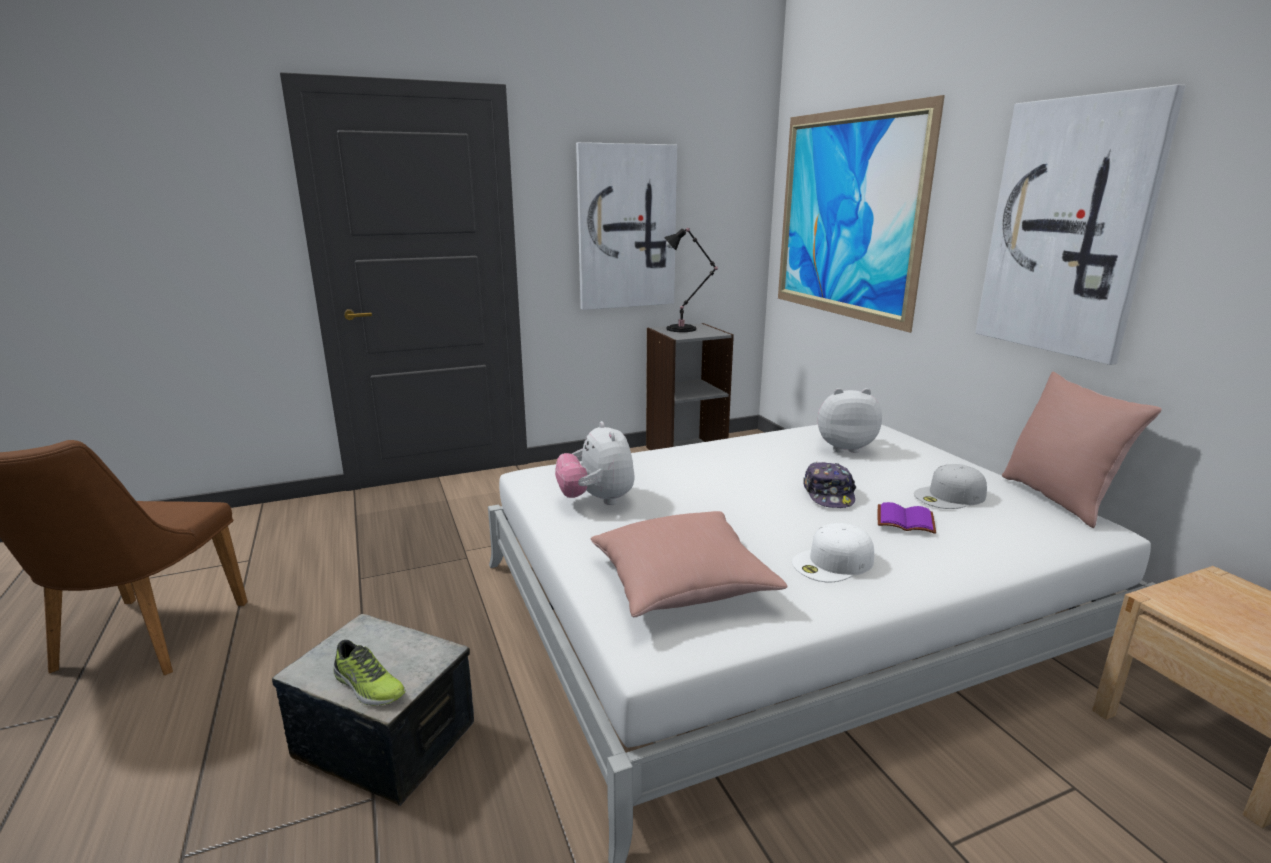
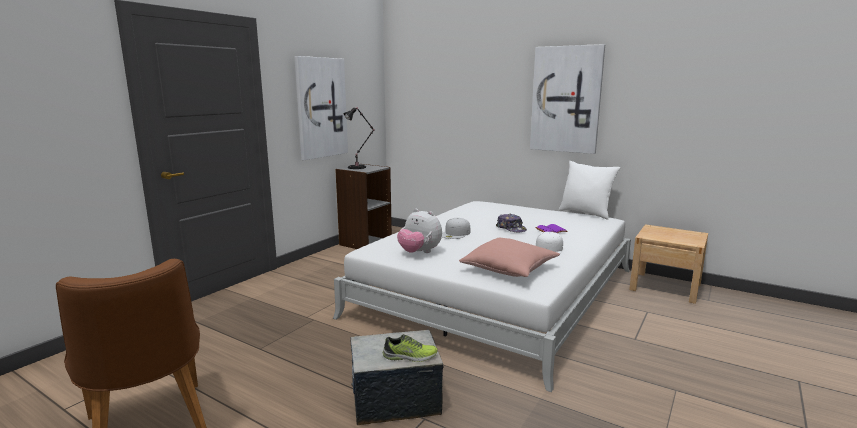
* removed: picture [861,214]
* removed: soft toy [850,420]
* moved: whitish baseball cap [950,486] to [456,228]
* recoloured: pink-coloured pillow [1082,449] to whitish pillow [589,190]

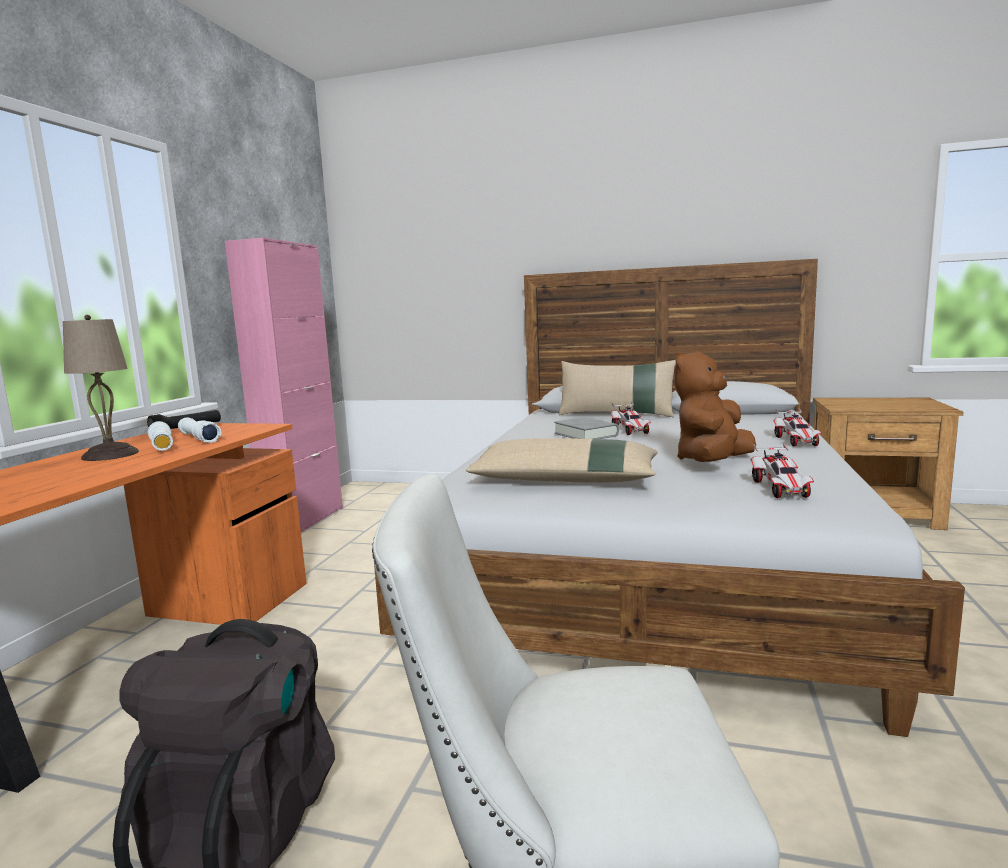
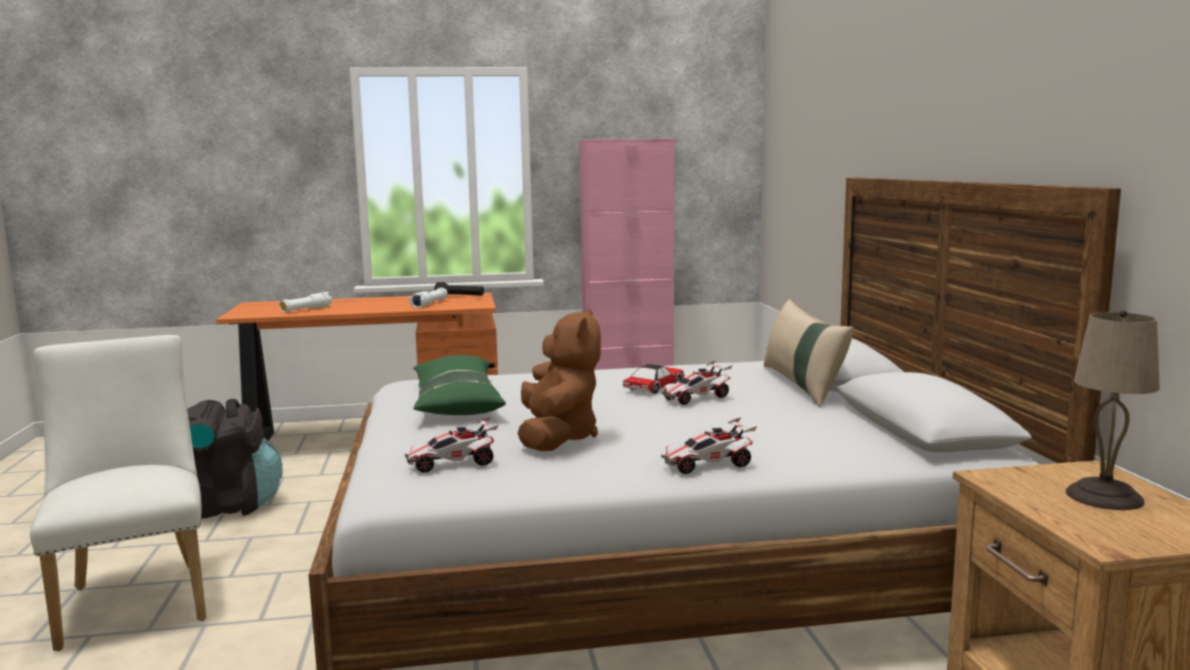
* moved: beige lamp for a table [101,388] to [1113,410]
* moved: whitish flashlight [160,436] to [305,302]
* replaced: grey bound book [586,428] to miniature car [654,379]
* recoloured: beige pillow [561,460] to greenish pillow [459,385]
* turned: brownish soft toy [715,406] = [559,379] 75 degrees clockwise

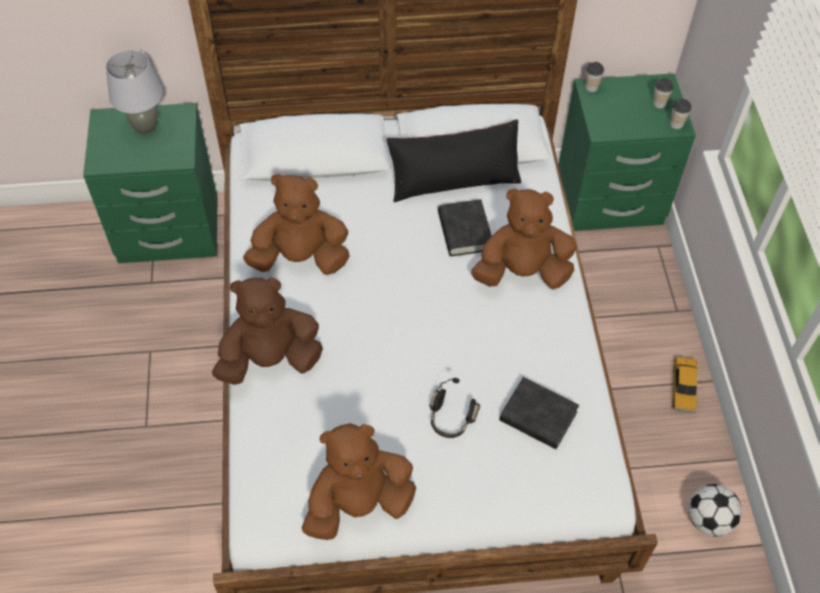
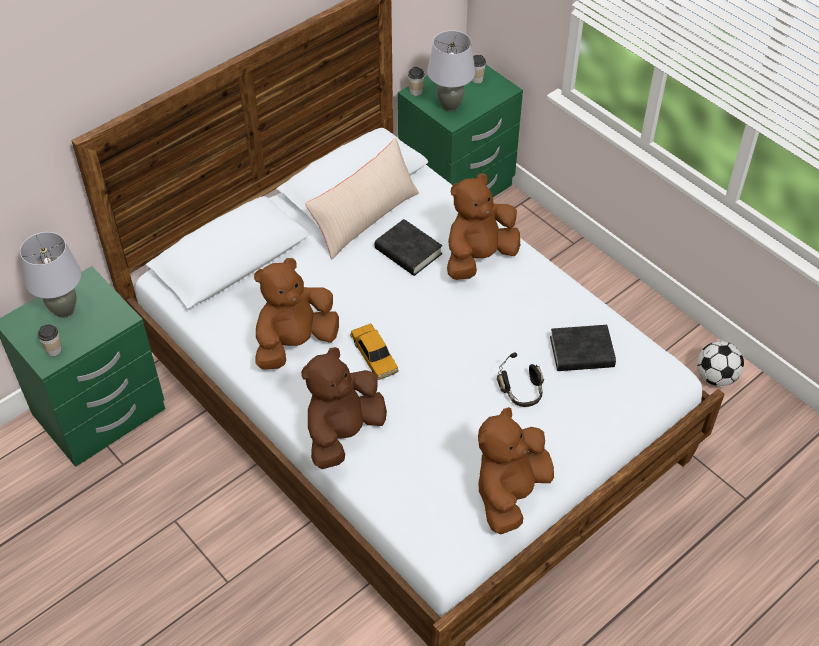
* added: grey lamp for a table [451,70]
* moved: drinking cup [681,114] to [50,340]
* moved: miniature car [684,385] to [374,351]
* recoloured: black-coloured pillow [454,160] to beige pillow [362,199]

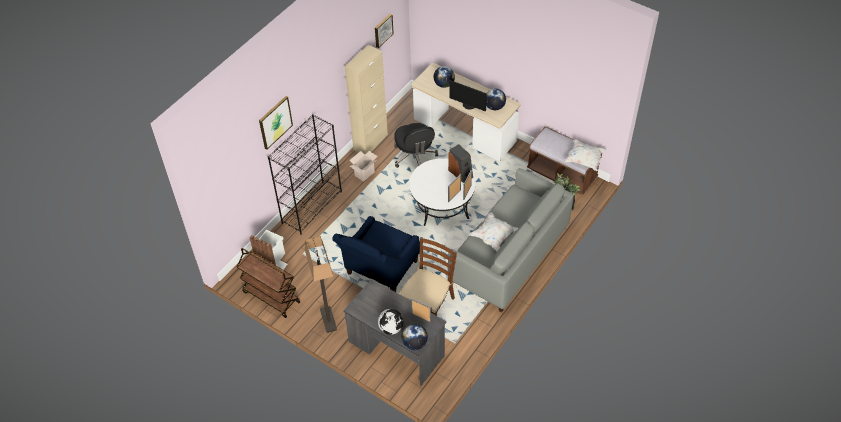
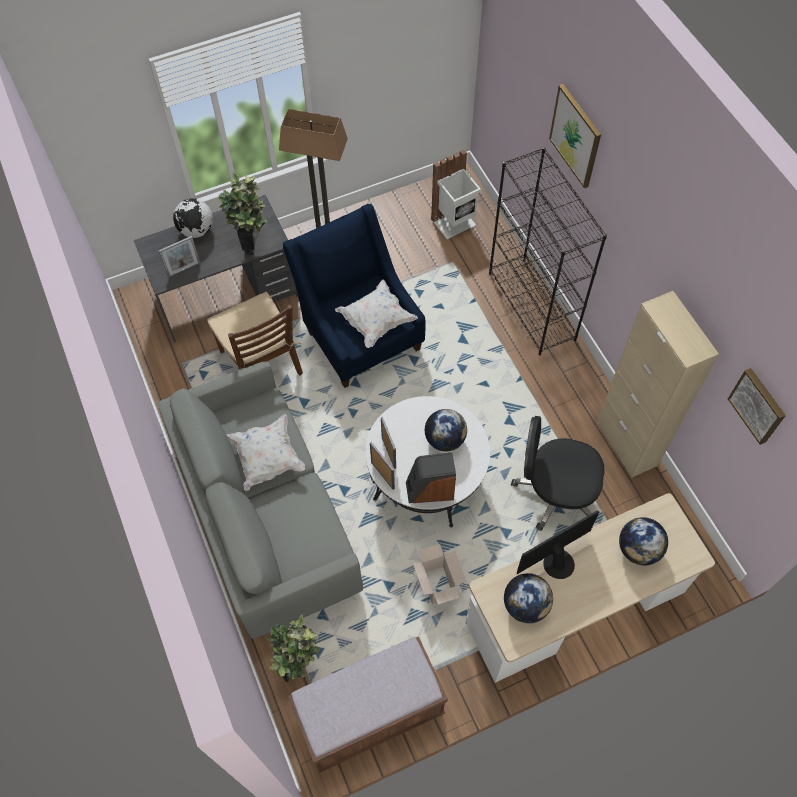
* removed: brownish trolley [268,283]
* added: potted plant [242,213]
* moved: carton [363,166] to [440,574]
* moved: globe [414,337] to [446,430]
* moved: whitish pillow [585,155] to [376,313]

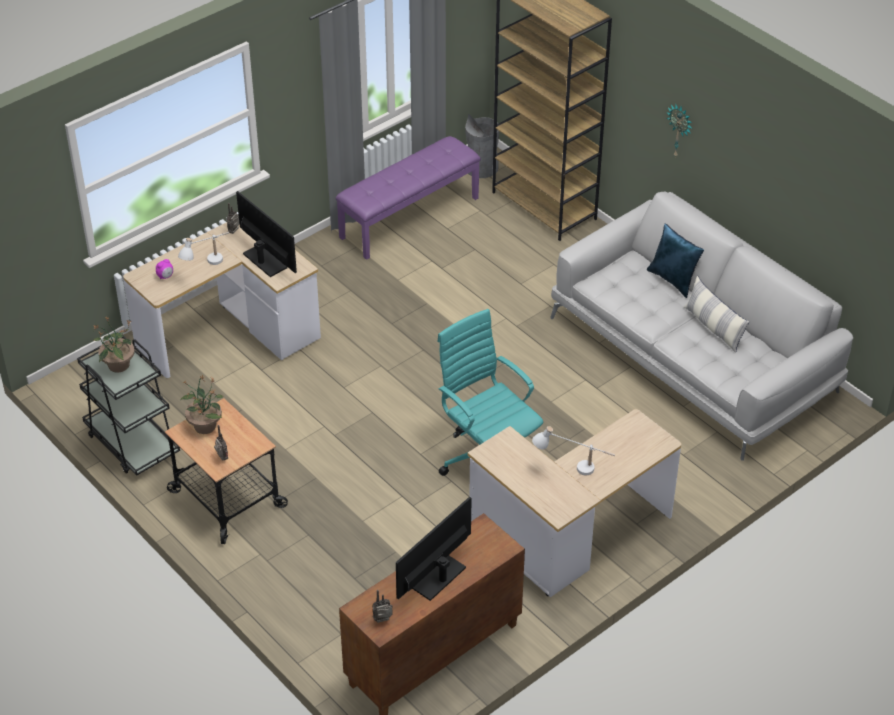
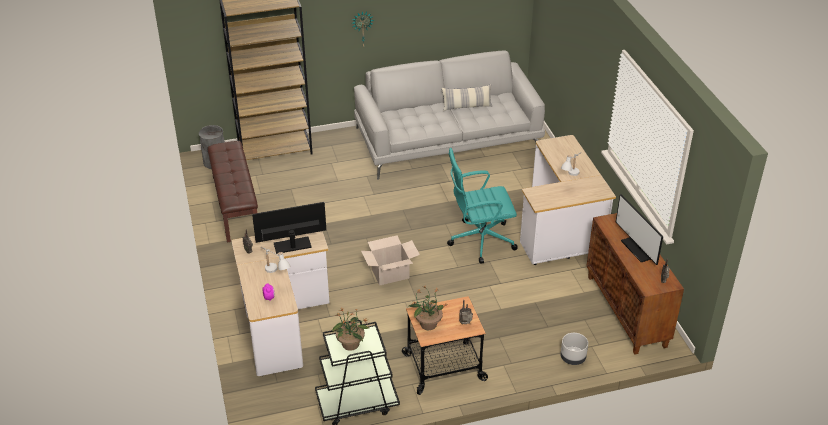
* removed: blue pillow [675,260]
* added: carton [390,260]
* added: grey plant pot [574,349]
* recoloured: purple indoor bench [408,198] to brownish indoor bench [232,192]

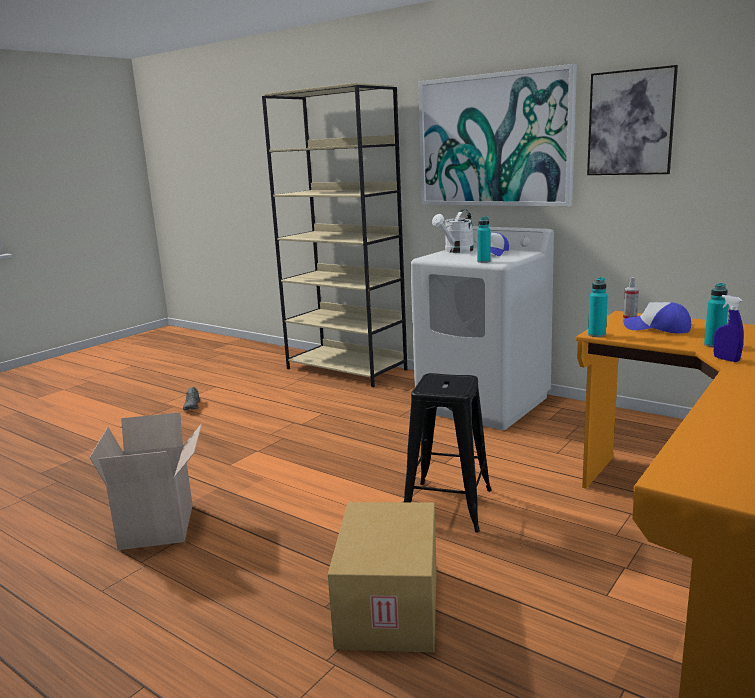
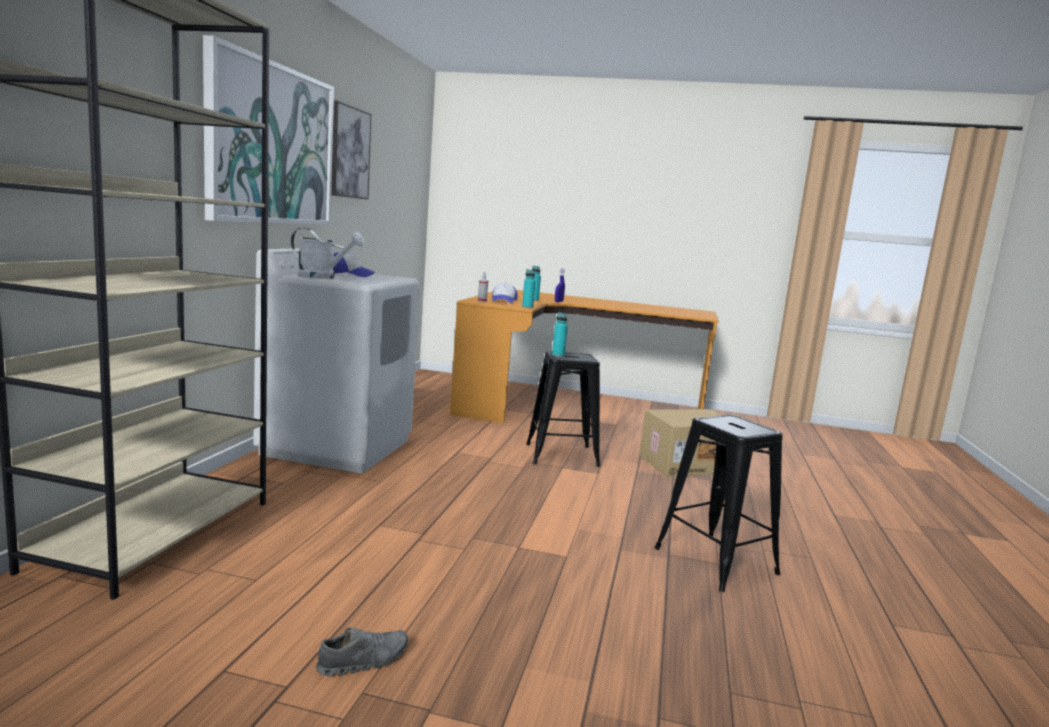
* moved: turquoise beverage bottle [484,239] to [560,334]
* replaced: carton [145,481] to black-coloured sitting stool [718,503]

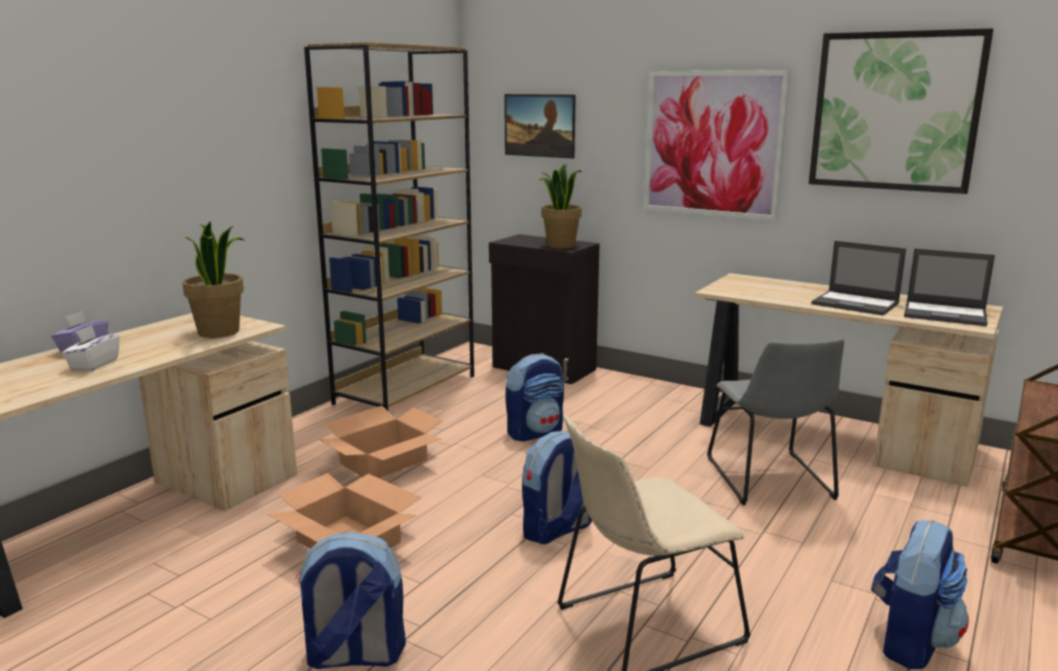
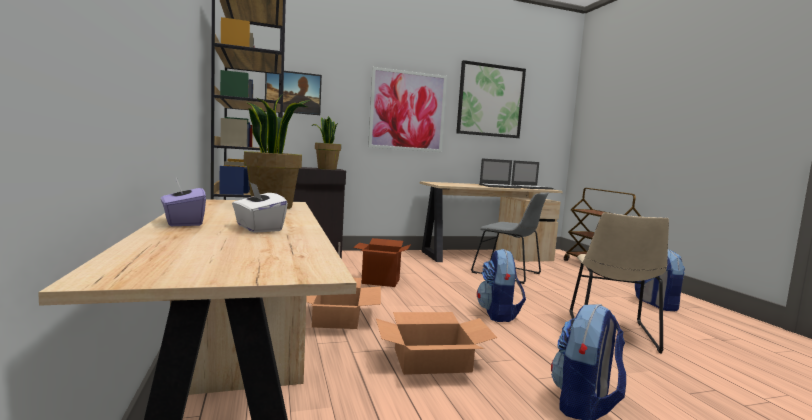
* replaced: backpack [534,397] to carton [382,262]

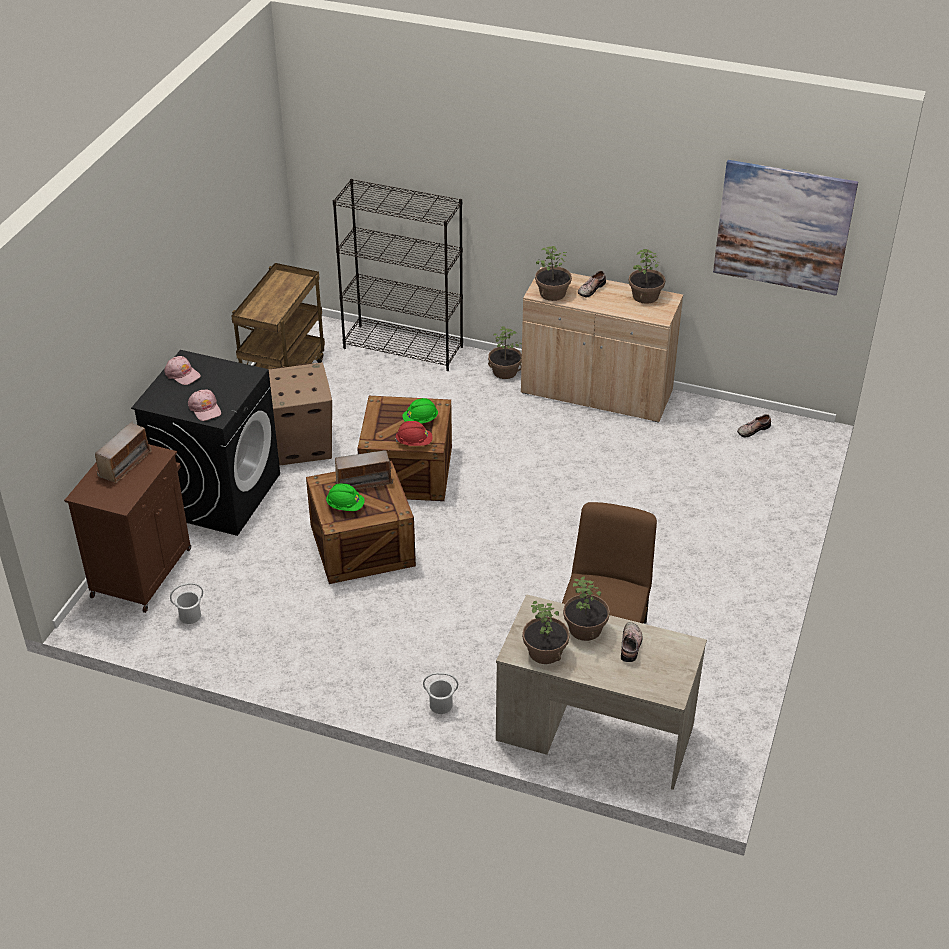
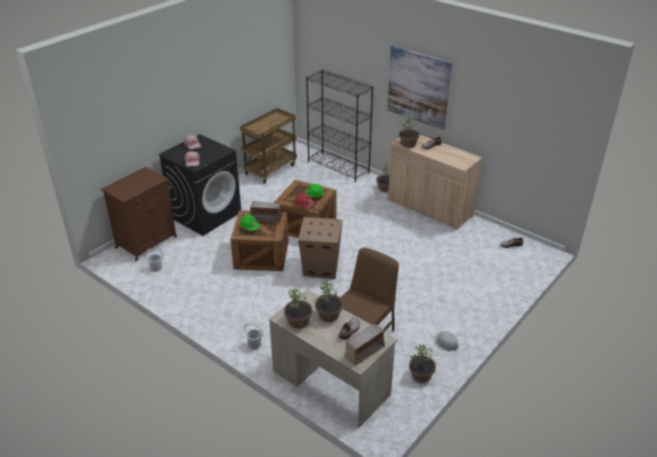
* added: whitish work helmet [446,341]
* moved: radio set [123,453] to [364,345]
* moved: carton [300,413] to [320,248]
* moved: potted plant [647,276] to [422,363]
* moved: picture [785,228] to [419,88]

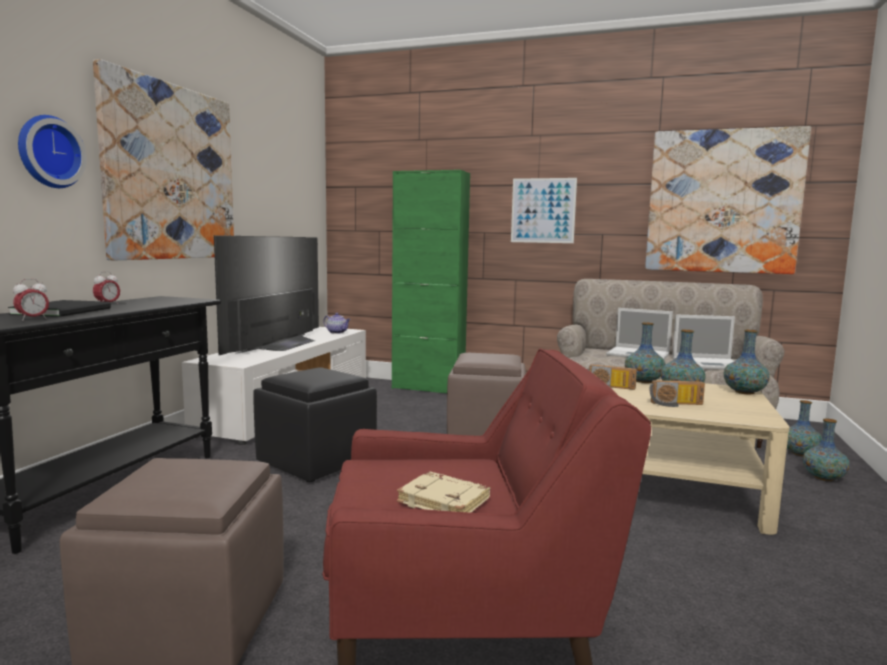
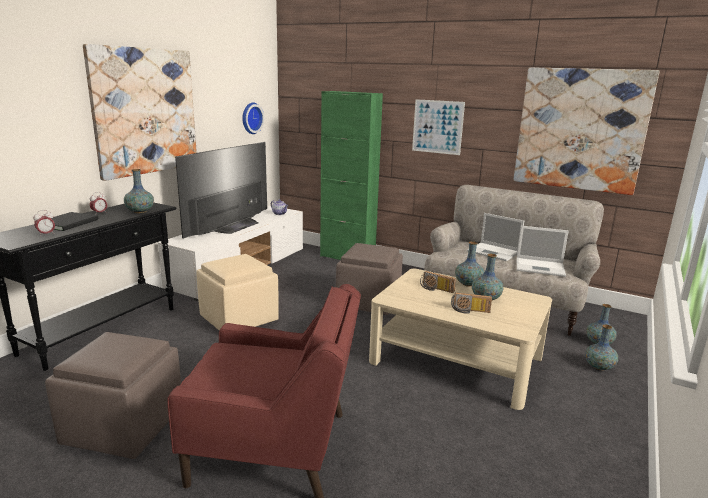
* removed: beige bound book [443,492]
* moved: hanging clock [52,151] to [253,118]
* moved: flower vase [747,362] to [139,191]
* recoloured: black-coloured ottoman [315,424] to beige ottoman [237,292]

